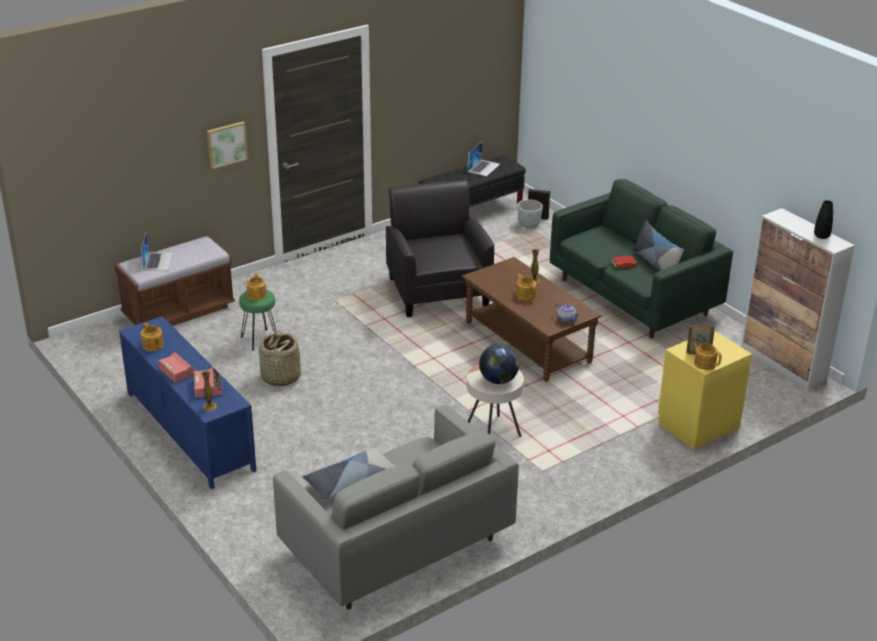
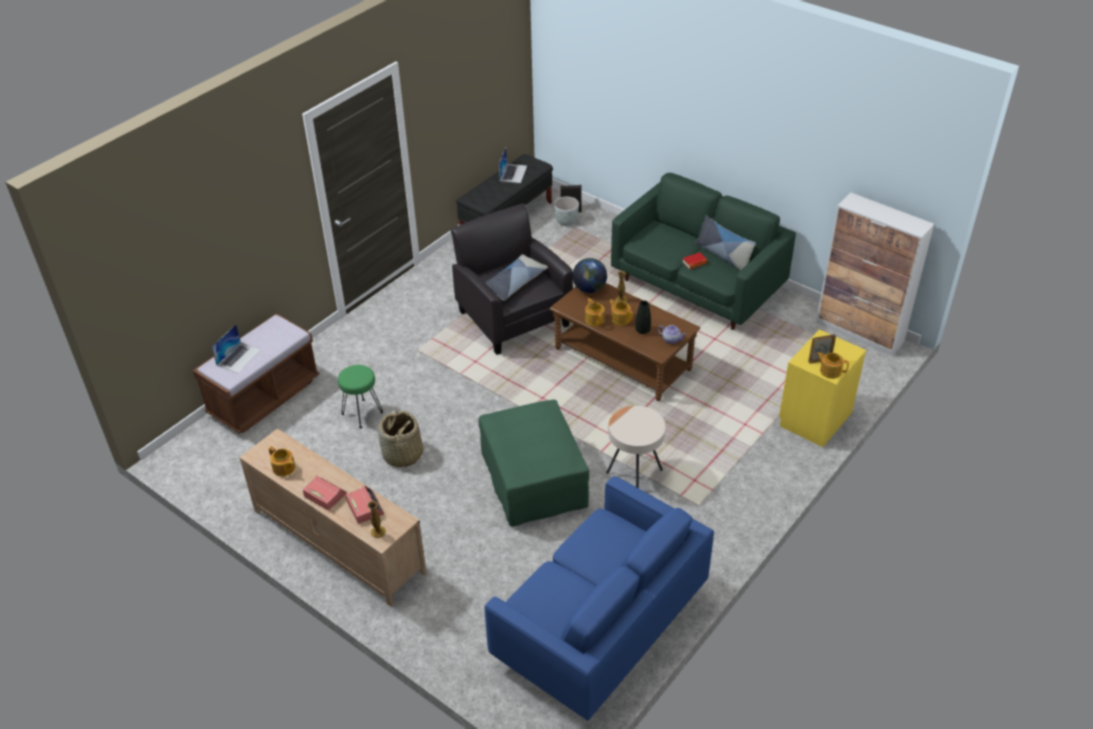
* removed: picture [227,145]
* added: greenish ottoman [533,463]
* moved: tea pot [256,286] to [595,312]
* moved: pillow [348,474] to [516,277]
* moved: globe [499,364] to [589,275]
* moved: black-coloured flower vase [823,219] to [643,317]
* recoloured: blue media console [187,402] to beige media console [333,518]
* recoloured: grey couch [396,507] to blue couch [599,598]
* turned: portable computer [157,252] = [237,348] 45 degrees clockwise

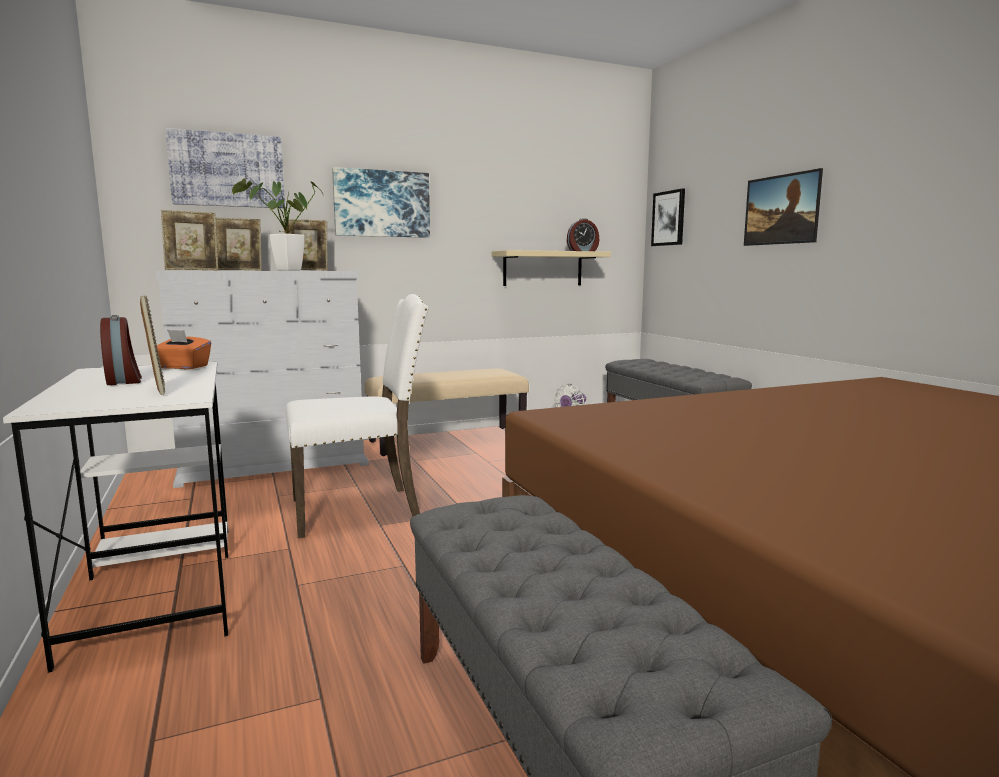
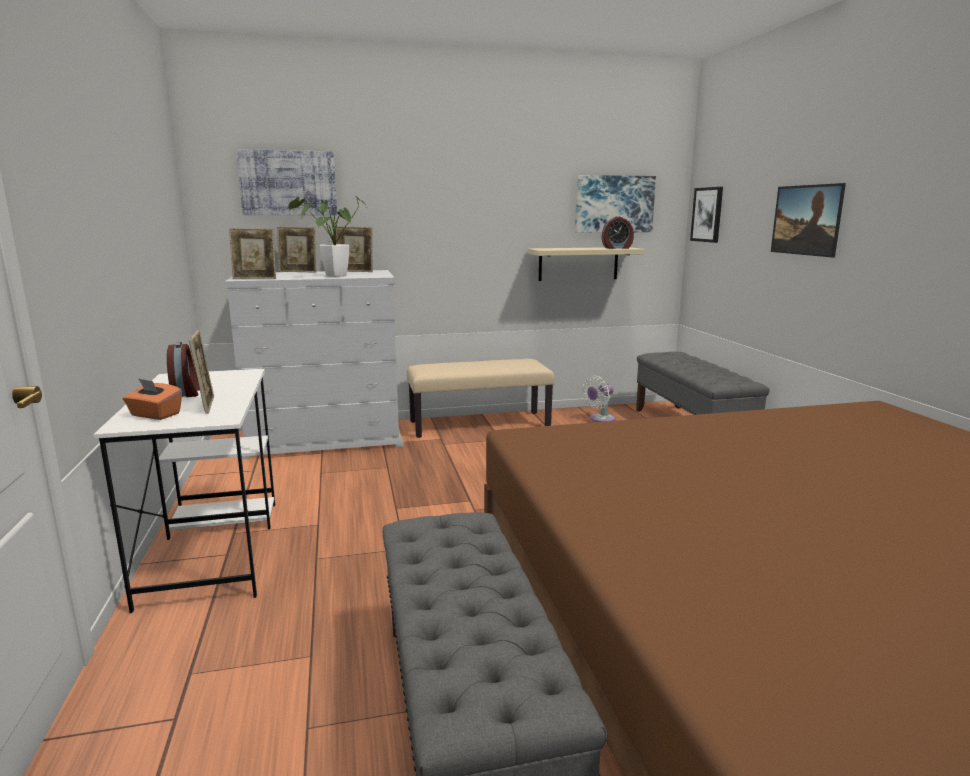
* removed: whitish upright chair [357,416]
* moved: orangey tissue box [184,349] to [152,399]
* moved: picture [381,202] to [615,204]

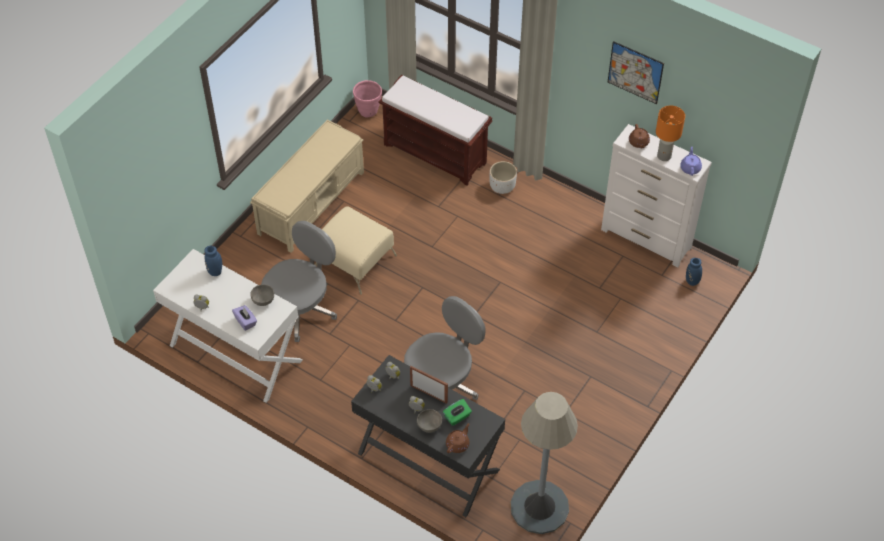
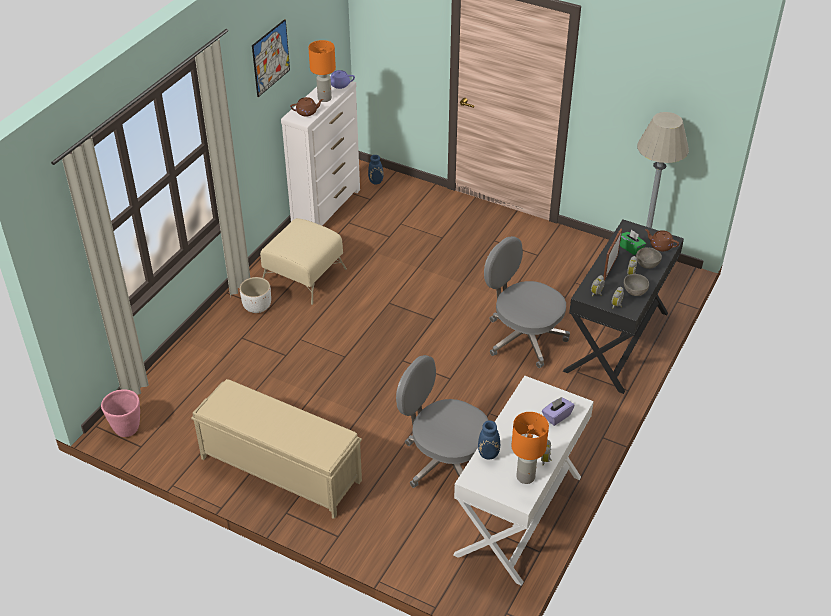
* removed: brownish indoor bench [435,130]
* added: orangey lamp for a table [530,448]
* moved: grey serving bowl [262,295] to [636,285]
* moved: beige ottoman [356,250] to [303,261]

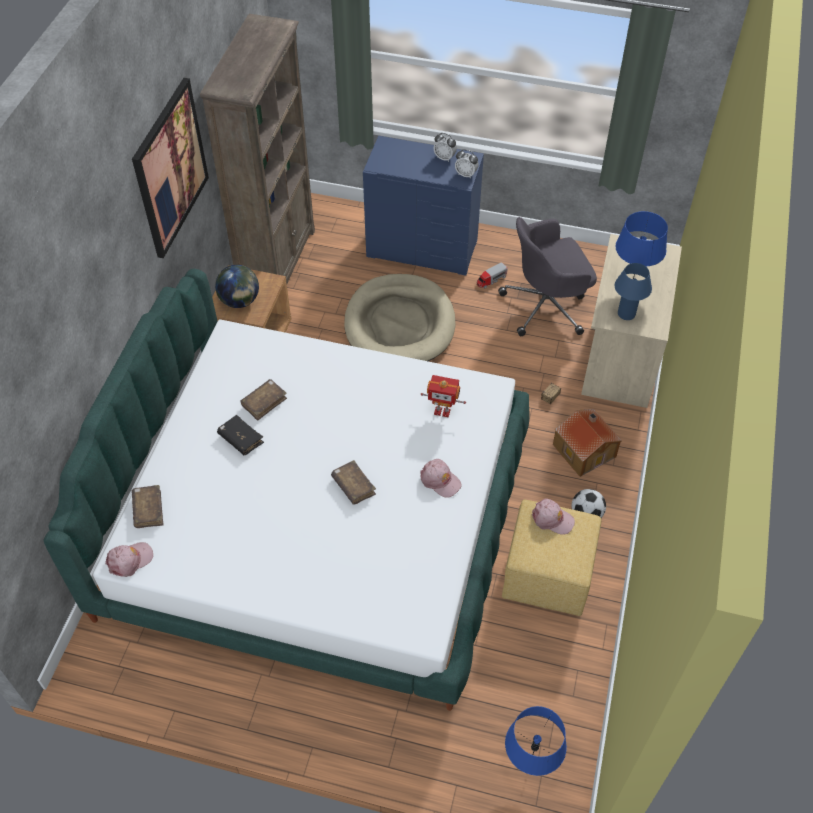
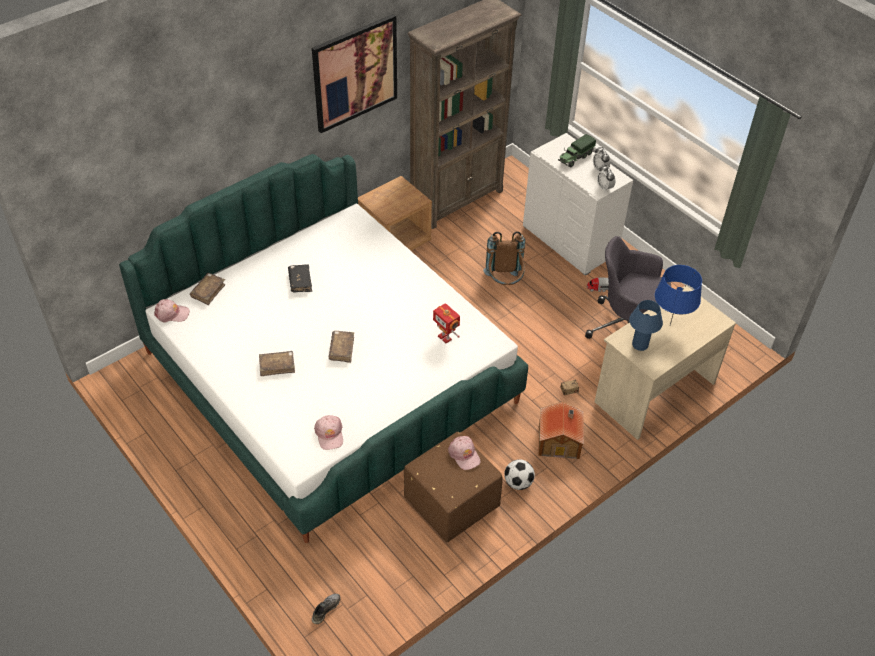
* removed: globe [237,286]
* added: model truck [577,151]
* moved: brownish bound book [263,400] to [277,363]
* moved: pink-coloured baseball cap [441,478] to [328,432]
* replaced: beige pet bed [399,317] to brownish backpack [504,258]
* replaced: blue lamp for a table [536,741] to grey low shoe [326,609]
* recoloured: blue chest of drawers [423,206] to whitish chest of drawers [578,204]
* recoloured: yellowish ottoman [551,557] to brownish ottoman [453,487]

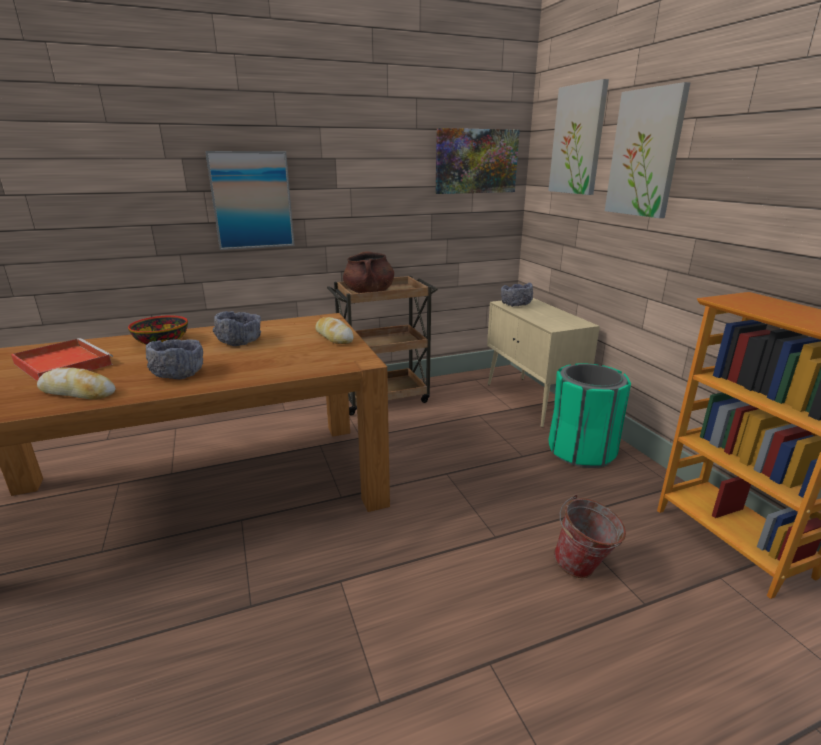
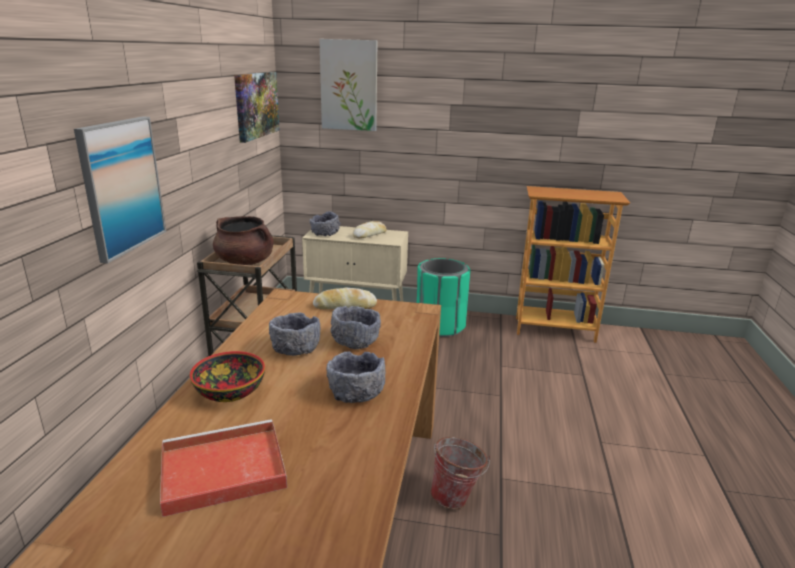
* removed: picture [647,150]
* added: grey serving bowl [356,327]
* moved: bread [76,383] to [370,229]
* moved: bucket [590,536] to [460,473]

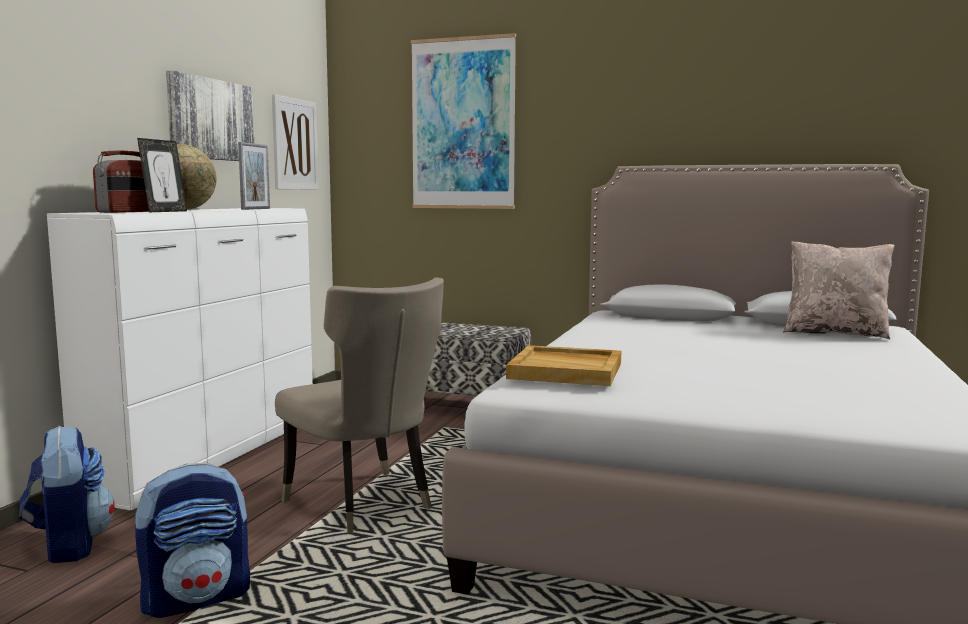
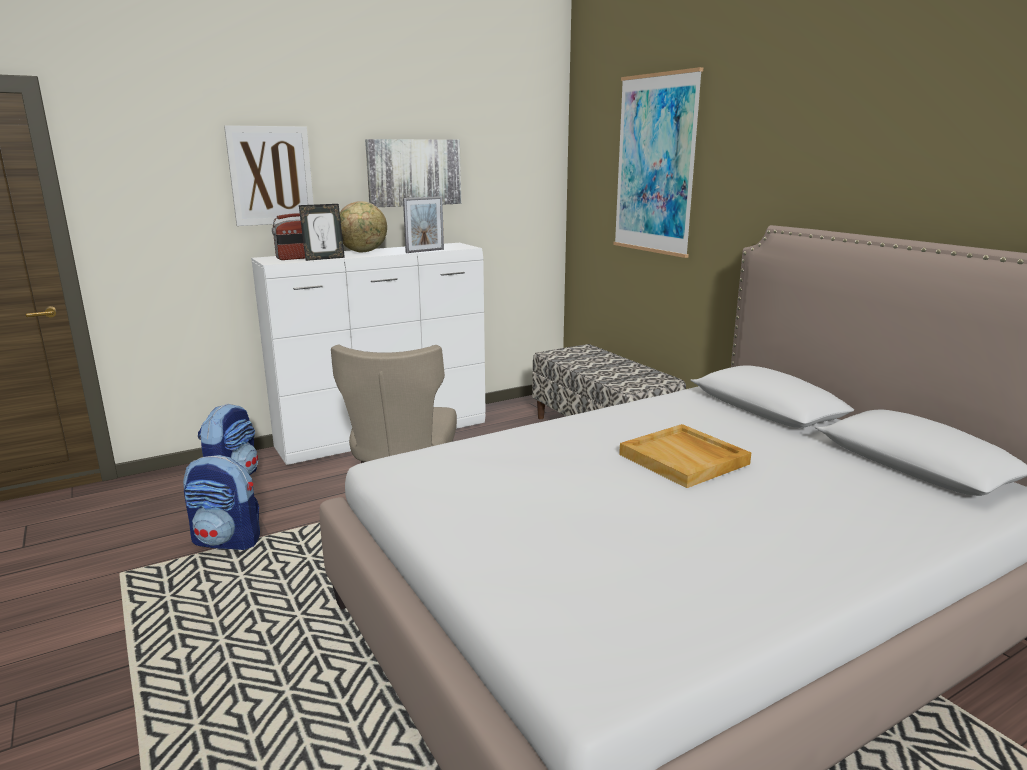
* removed: beige pillow [839,290]
* moved: picture [295,142] to [269,175]
* moved: beige serving tray [563,365] to [685,456]

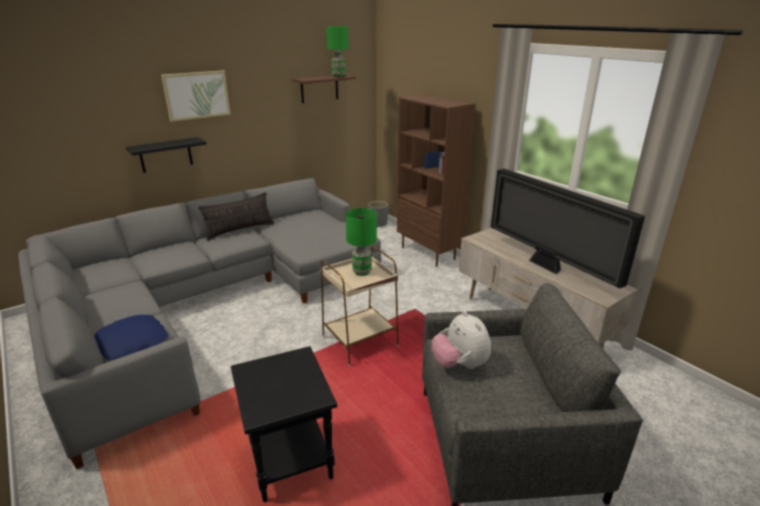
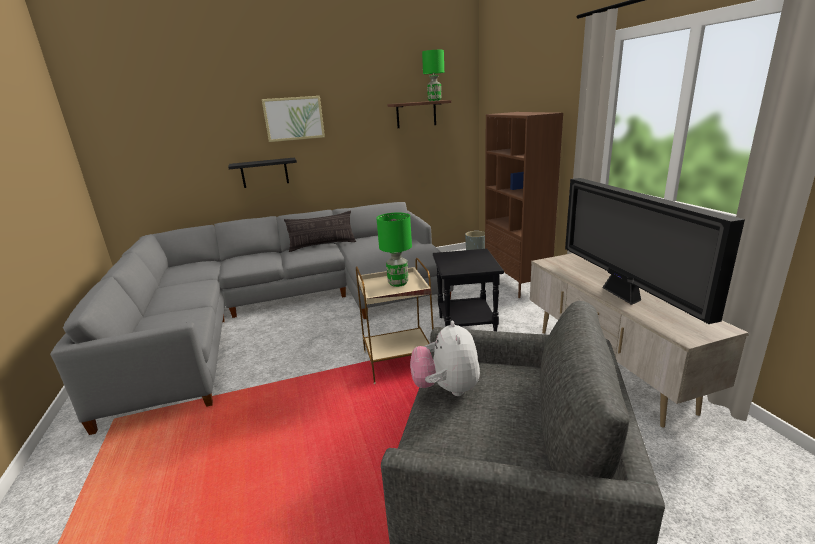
* removed: blue pillow [131,337]
* moved: black-coloured end table [284,424] to [468,290]

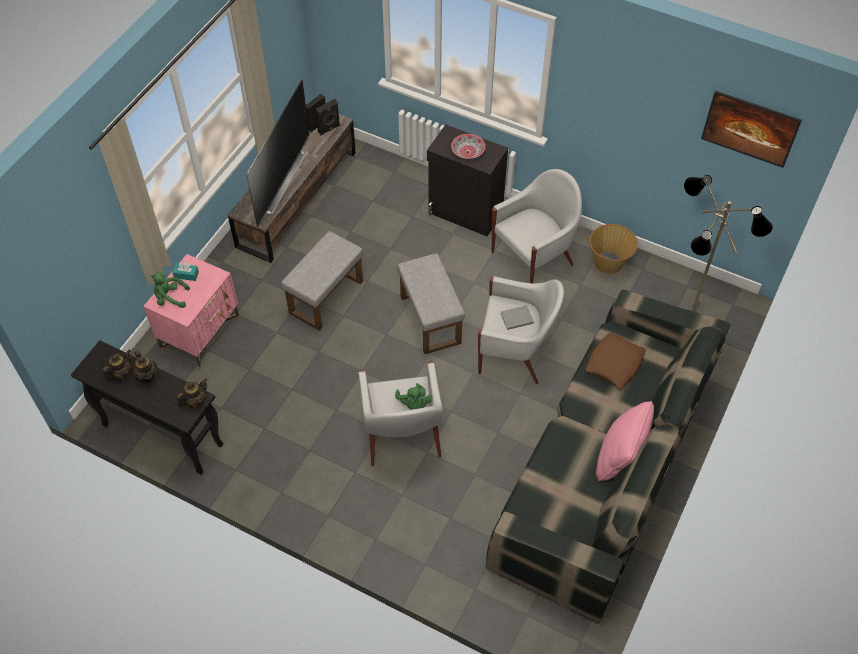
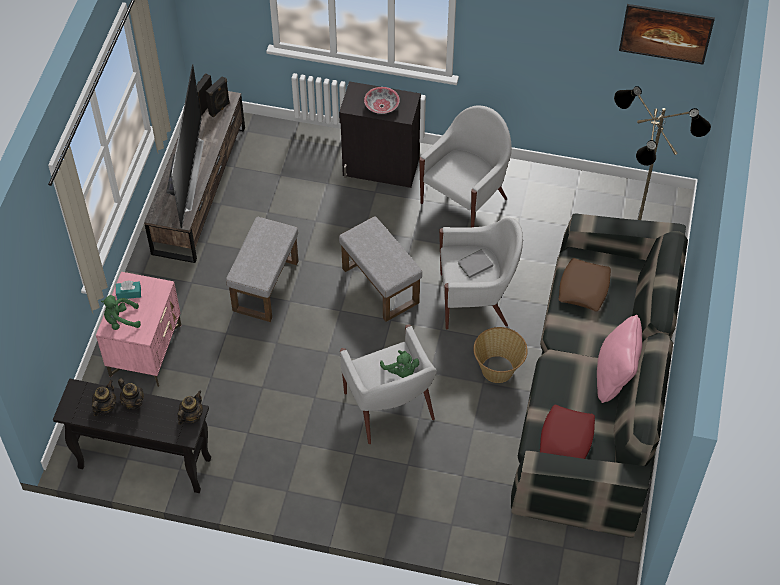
* added: reddish pillow [567,432]
* moved: basket [614,249] to [501,355]

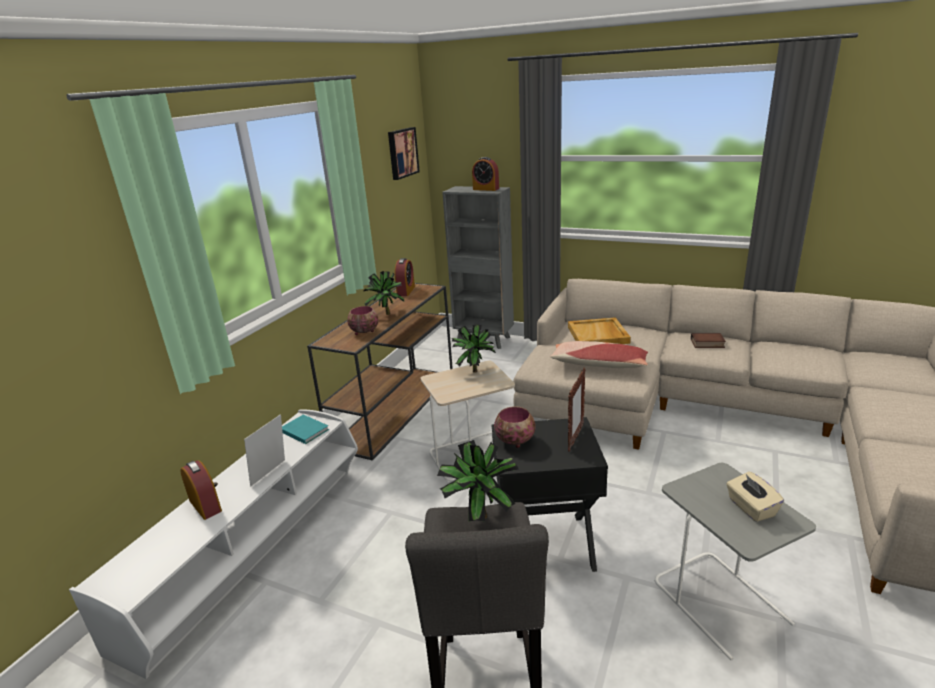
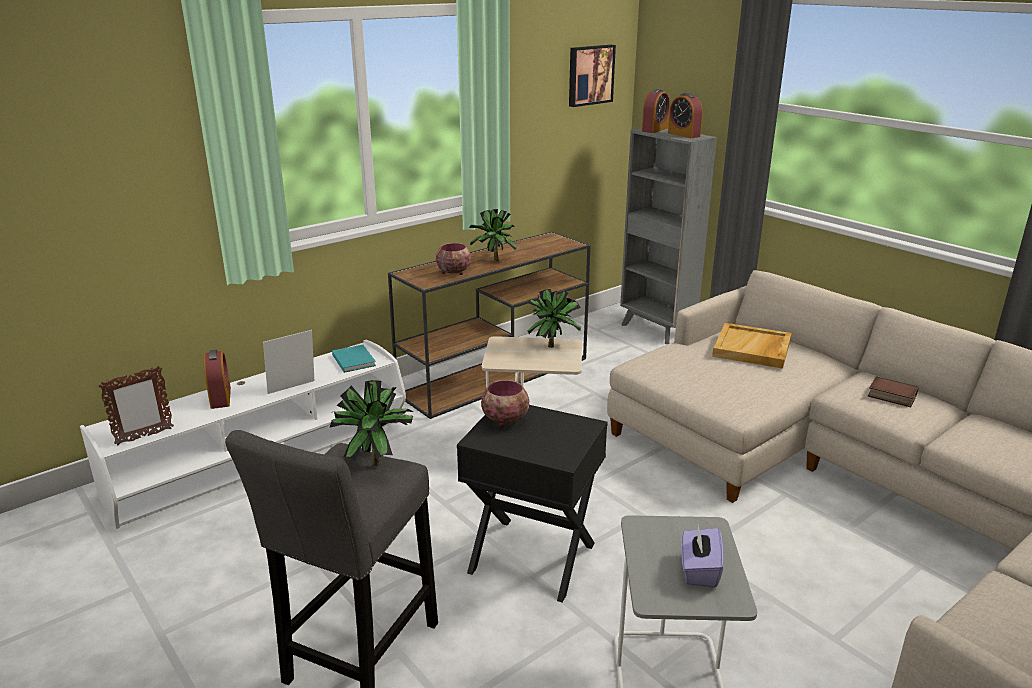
* removed: pillow [599,354]
* moved: bedside clock [405,277] to [656,111]
* moved: standing frame [576,410] to [136,405]
* recoloured: beige tissue box [755,496] to purple tissue box [702,556]

